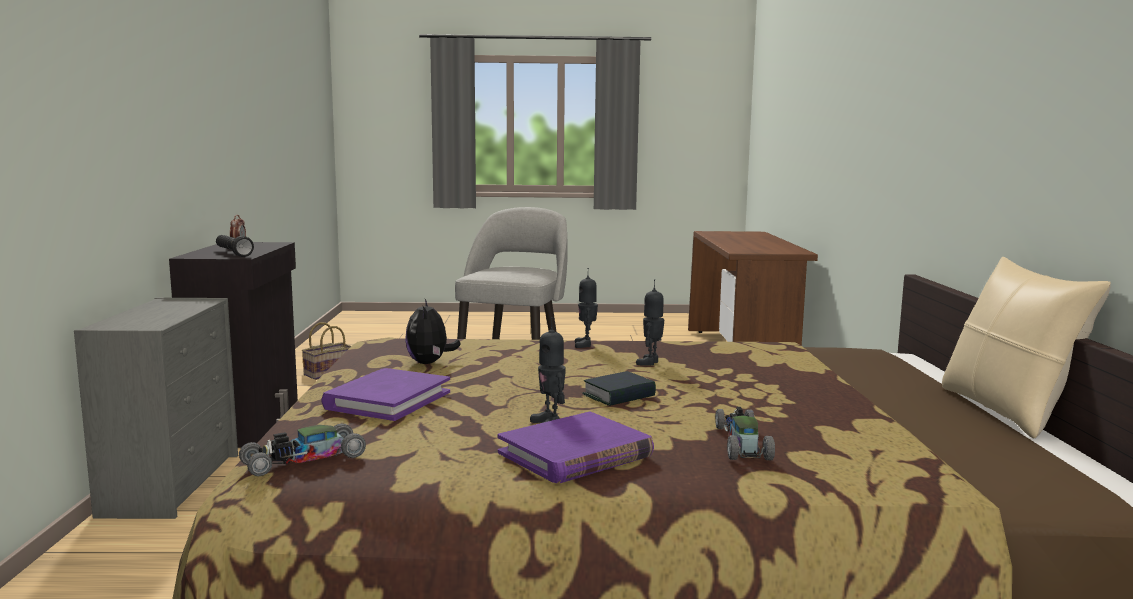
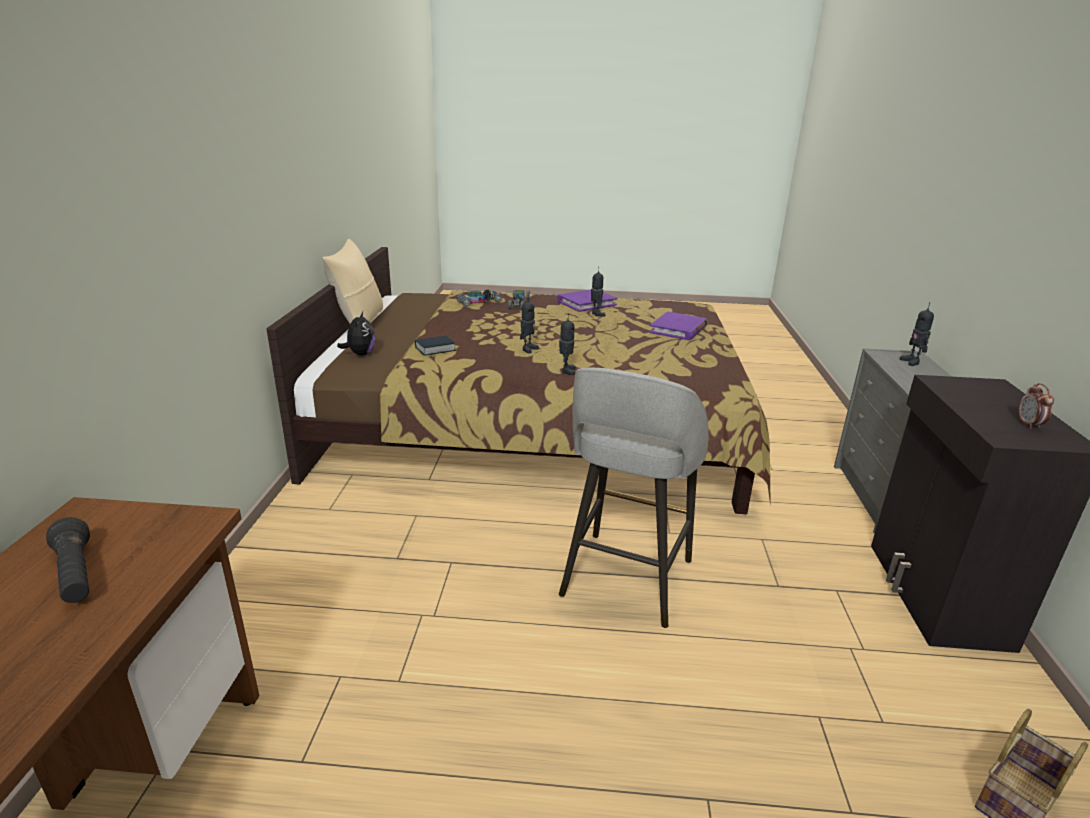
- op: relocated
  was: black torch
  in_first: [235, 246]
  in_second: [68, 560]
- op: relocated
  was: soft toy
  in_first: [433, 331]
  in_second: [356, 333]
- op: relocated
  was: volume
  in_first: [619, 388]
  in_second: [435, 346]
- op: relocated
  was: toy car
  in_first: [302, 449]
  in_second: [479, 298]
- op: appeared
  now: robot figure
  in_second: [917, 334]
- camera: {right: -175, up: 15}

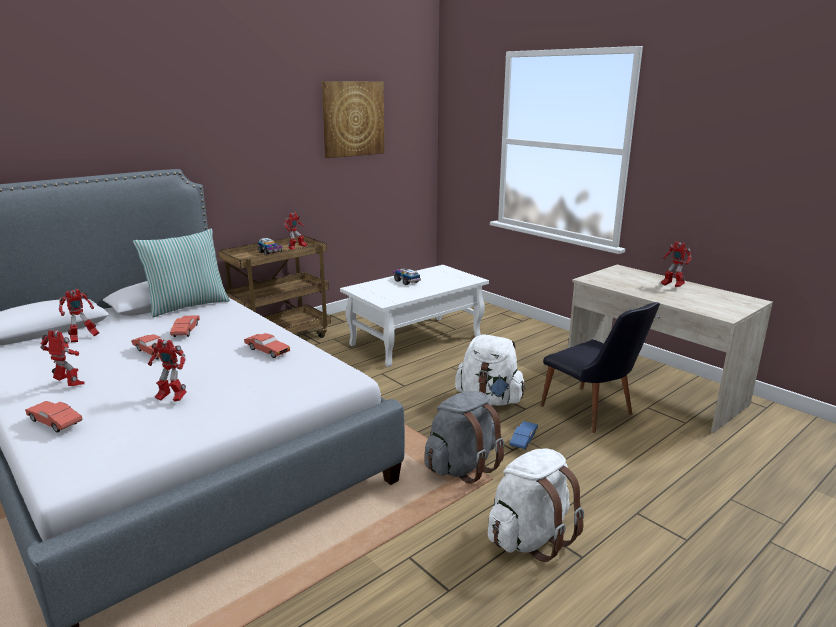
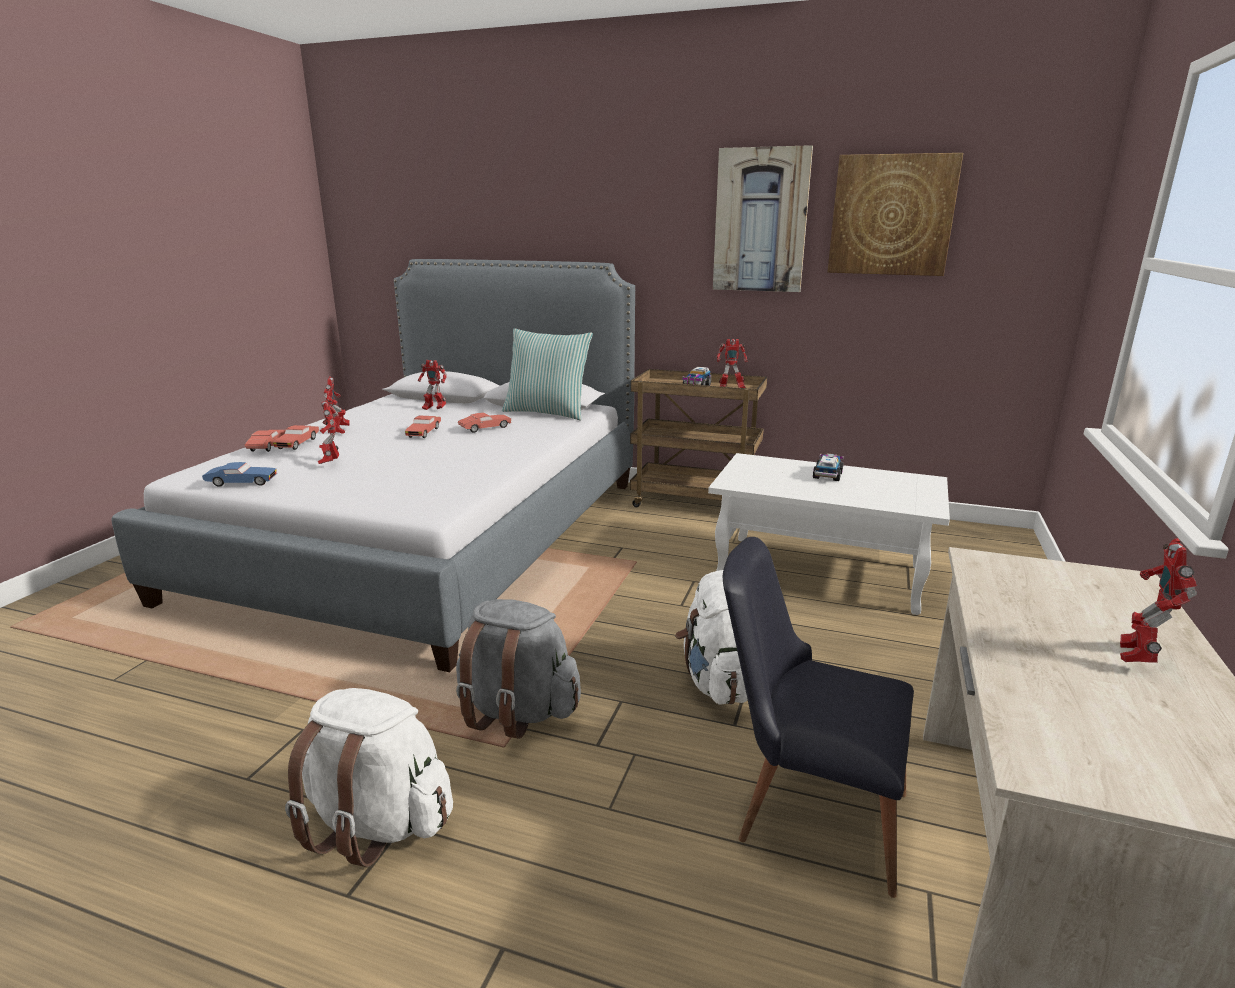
- op: relocated
  was: blue-coloured toy car
  in_first: [524, 435]
  in_second: [239, 474]
- op: relocated
  was: red-coloured toy car
  in_first: [267, 345]
  in_second: [296, 437]
- op: appeared
  now: wall art
  in_second: [763, 218]
- op: spun
  was: black upright chair
  in_first: [600, 367]
  in_second: [818, 717]
  clockwise: 90
- camera: {right: 60, up: 0}

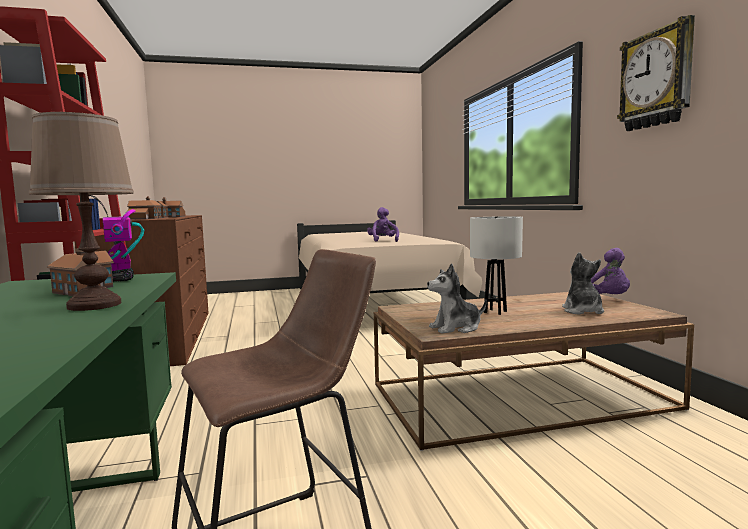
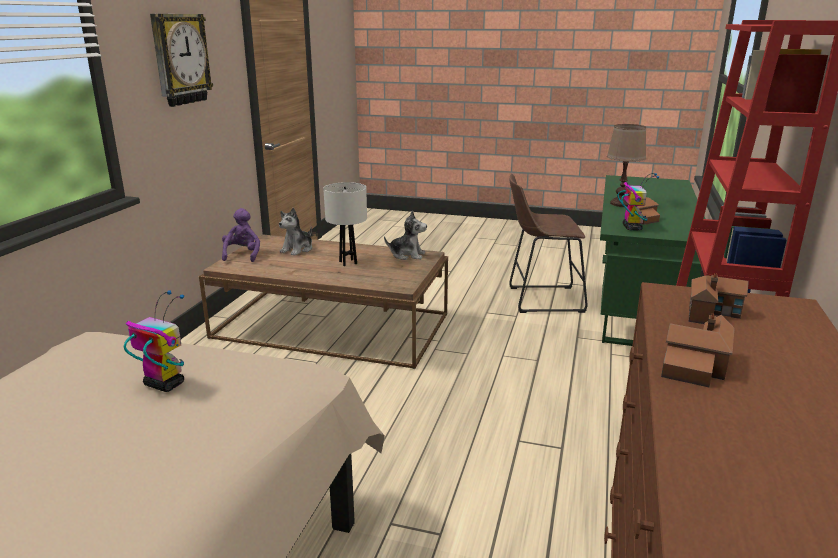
- op: exchanged
  was: purple-coloured soft toy
  now: robot figure
  in_first: [383, 224]
  in_second: [154, 341]
- camera: {right: -150, up: 15}

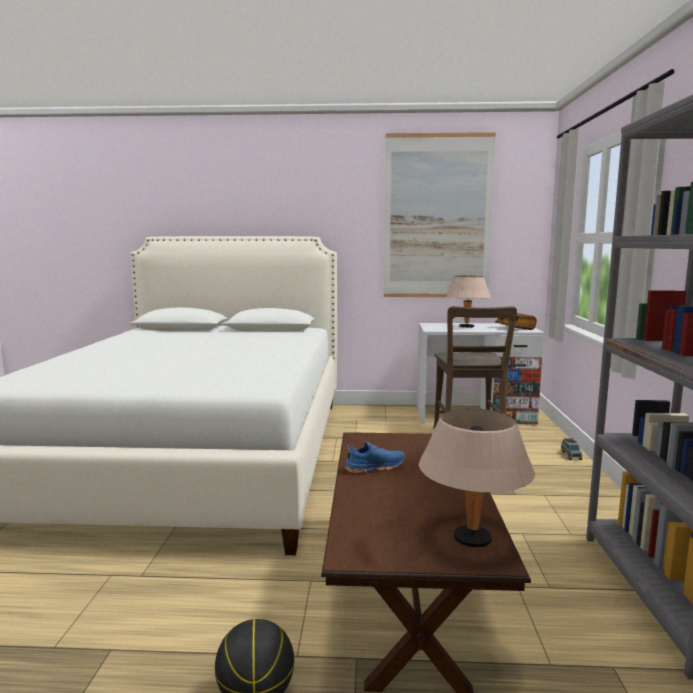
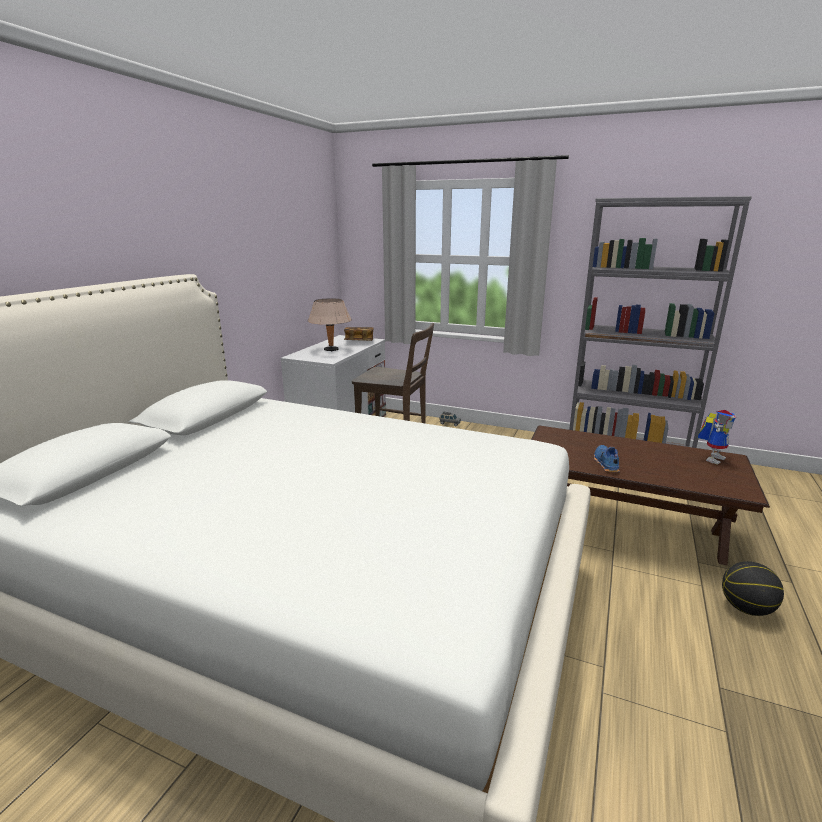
- op: exchanged
  was: sand-coloured table lamp
  now: robot figure
  in_first: [477, 477]
  in_second: [717, 437]
- op: missing
  was: wall art
  in_first: [440, 214]
- camera: {right: -70, up: 10}

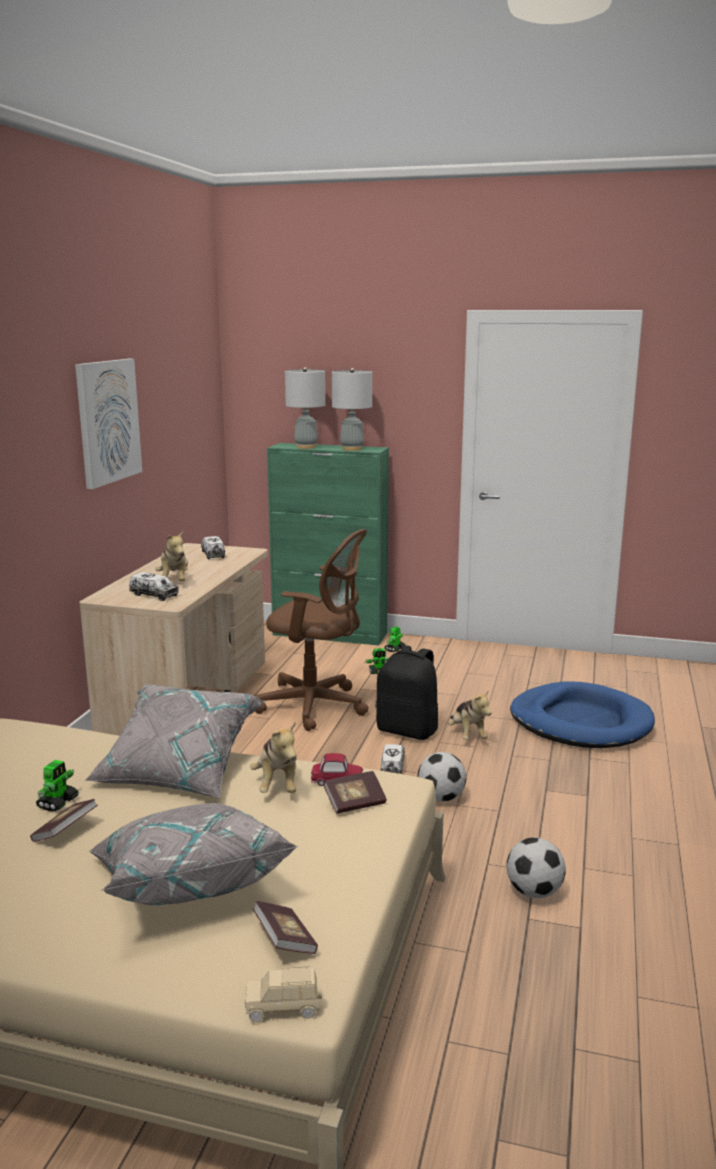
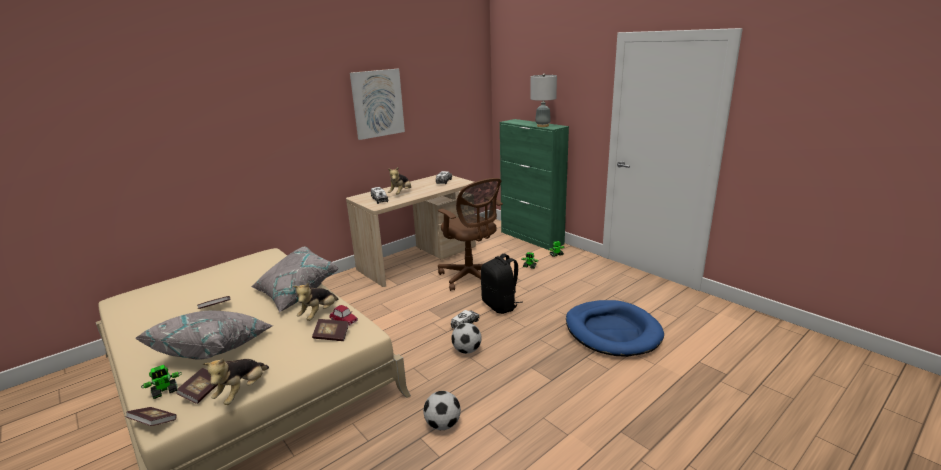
- op: exchanged
  was: sand-coloured toy car
  now: volume
  in_first: [283, 994]
  in_second: [150, 416]
- op: relocated
  was: robot figure
  in_first: [57, 785]
  in_second: [161, 382]
- op: relocated
  was: soft toy
  in_first: [470, 714]
  in_second: [236, 381]
- op: missing
  was: greyish table lamp
  in_first: [305, 408]
- camera: {right: 35, up: 5}

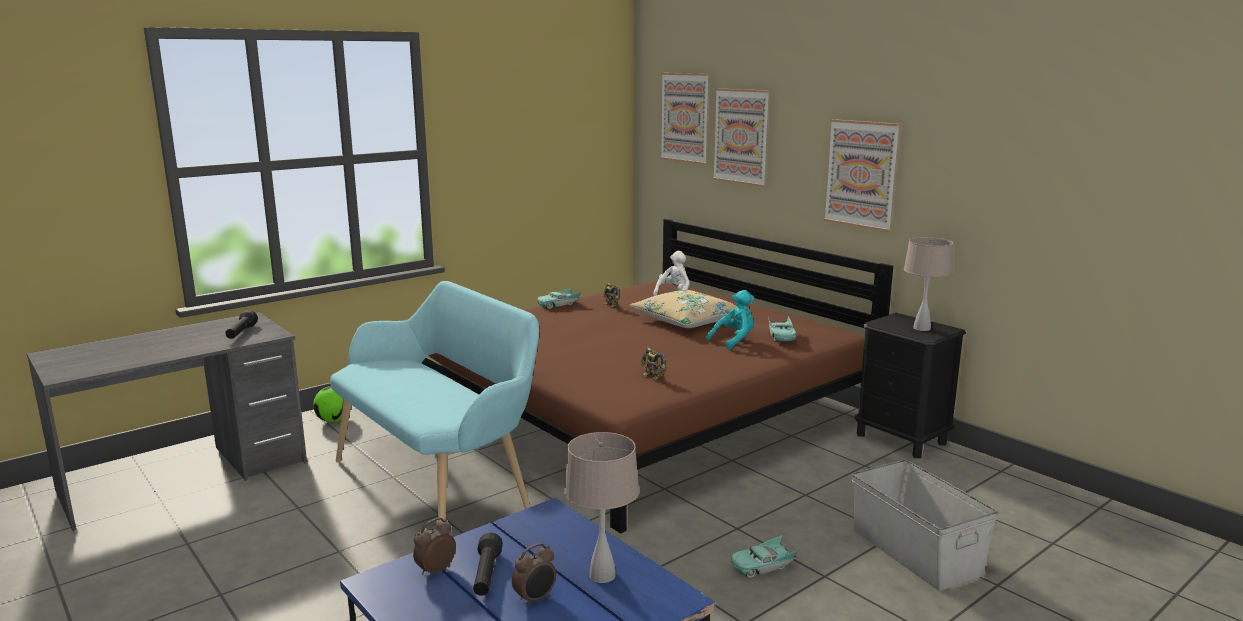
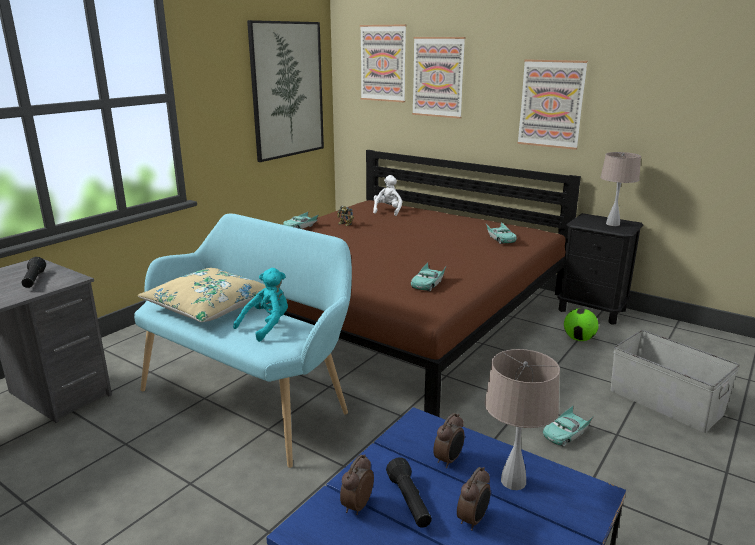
- op: relocated
  was: sand-coloured cushion
  in_first: [683, 309]
  in_second: [202, 295]
- op: relocated
  was: turquoise soft toy
  in_first: [730, 320]
  in_second: [260, 305]
- op: appeared
  now: wall art
  in_second: [285, 91]
- op: exchanged
  was: robot figure
  now: turquoise toy car
  in_first: [654, 363]
  in_second: [429, 276]
- op: appeared
  now: alarm clock
  in_second: [448, 440]
- op: relocated
  was: football ball
  in_first: [332, 404]
  in_second: [581, 324]
- camera: {right: -15, up: 5}

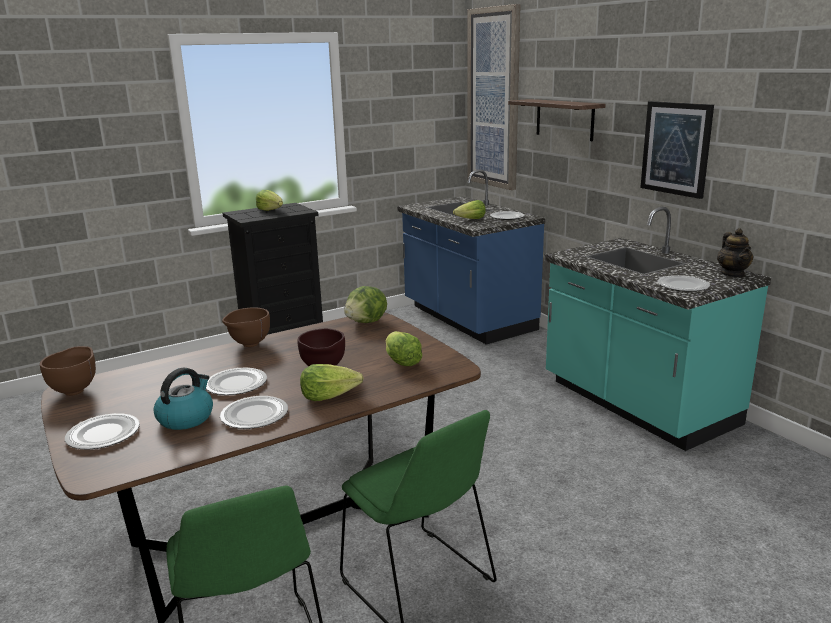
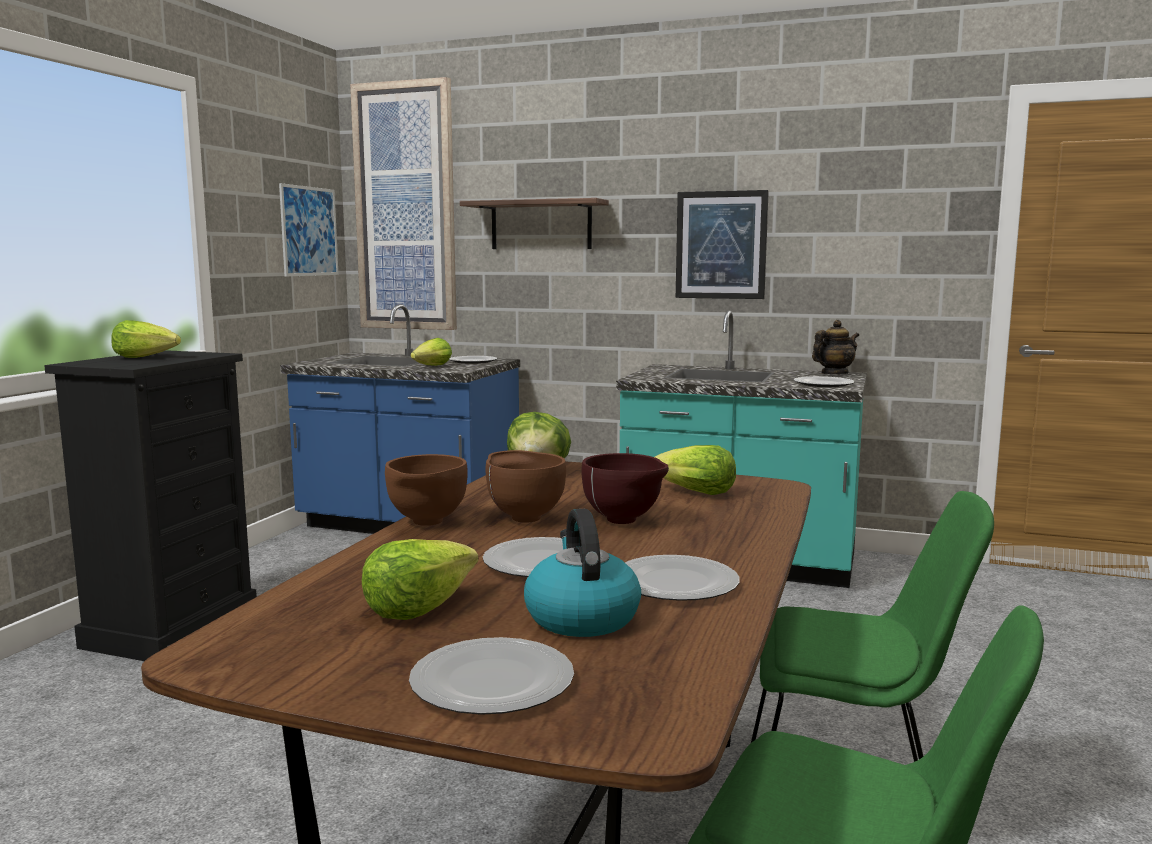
- op: appeared
  now: wall art
  in_second: [309, 230]
- op: relocated
  was: lettuce
  in_first: [332, 382]
  in_second: [420, 579]
- op: relocated
  was: brown-coloured serving bowl
  in_first: [68, 371]
  in_second: [525, 486]
- op: spun
  was: pot for tea
  in_first: [735, 252]
  in_second: [835, 347]
  clockwise: -75
- camera: {right: -40, up: -10}

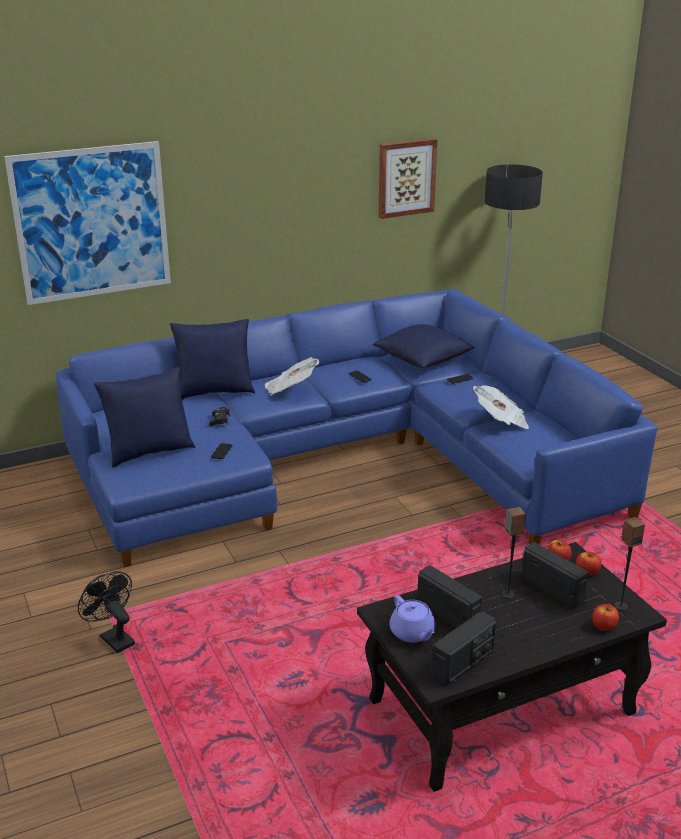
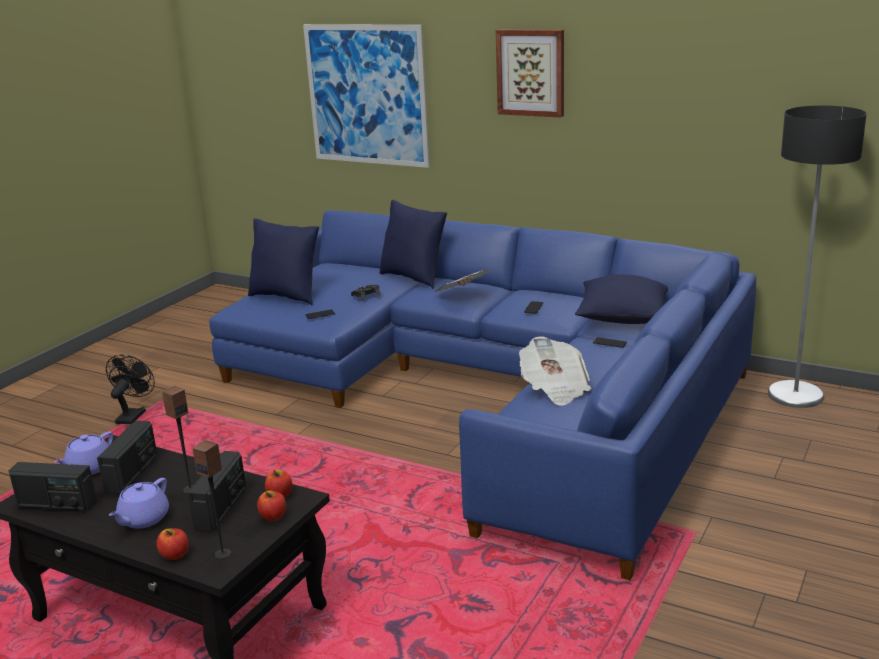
- op: appeared
  now: purple-coloured pot for tea
  in_second: [139, 503]
- op: relocated
  was: wall art
  in_first: [407, 178]
  in_second: [530, 73]
- camera: {right: 55, up: -5}

